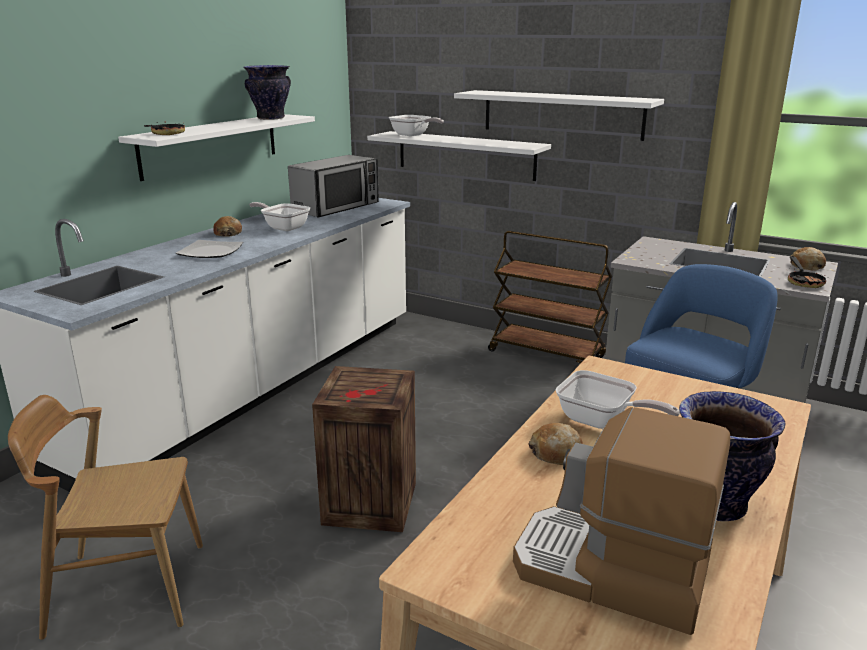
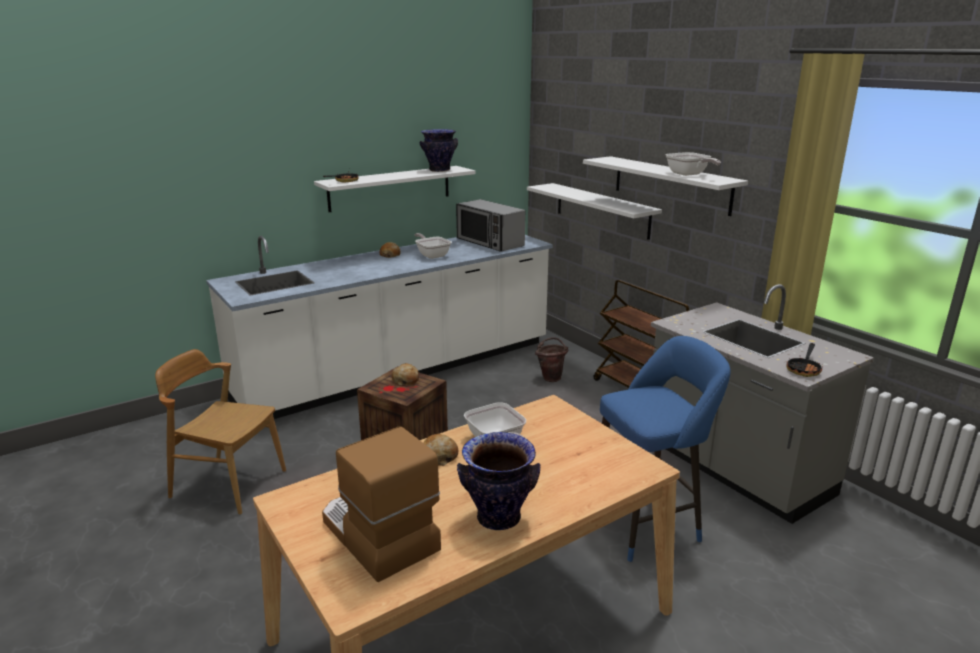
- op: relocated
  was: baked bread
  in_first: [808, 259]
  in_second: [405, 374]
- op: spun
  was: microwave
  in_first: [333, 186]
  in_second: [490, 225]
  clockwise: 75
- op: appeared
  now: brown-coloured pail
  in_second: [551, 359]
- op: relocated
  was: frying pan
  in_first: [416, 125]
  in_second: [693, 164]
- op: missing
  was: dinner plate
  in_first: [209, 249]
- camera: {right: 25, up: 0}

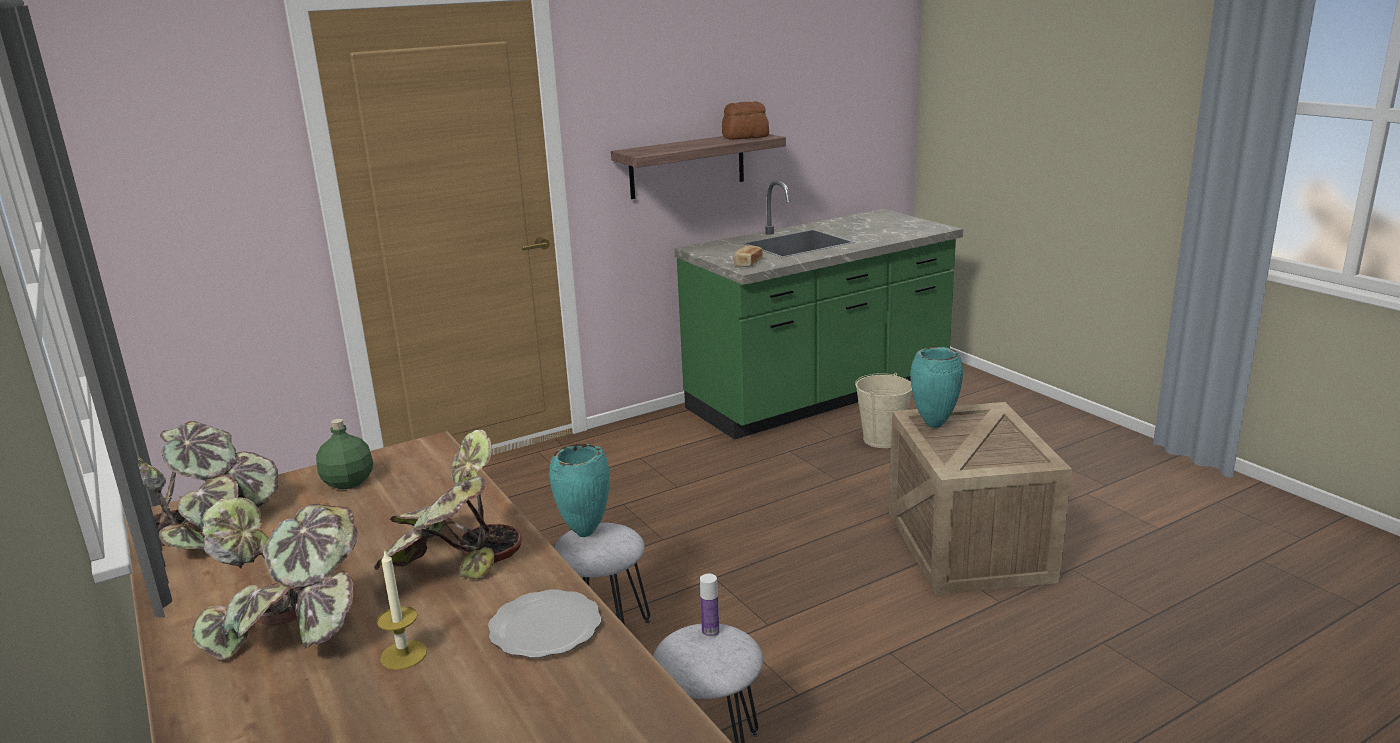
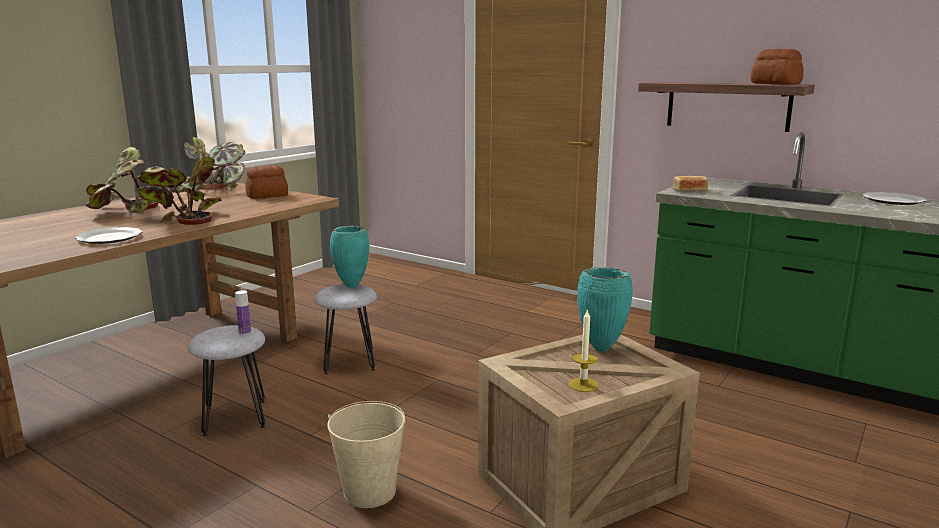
- op: exchanged
  was: green drink bottle
  now: baked bread
  in_first: [344, 454]
  in_second: [266, 182]
- op: relocated
  was: sand-coloured pail
  in_first: [883, 410]
  in_second: [366, 454]
- op: relocated
  was: wax light
  in_first: [402, 610]
  in_second: [583, 350]
- op: appeared
  now: dinner plate
  in_second: [894, 198]
- camera: {right: 65, up: -5}

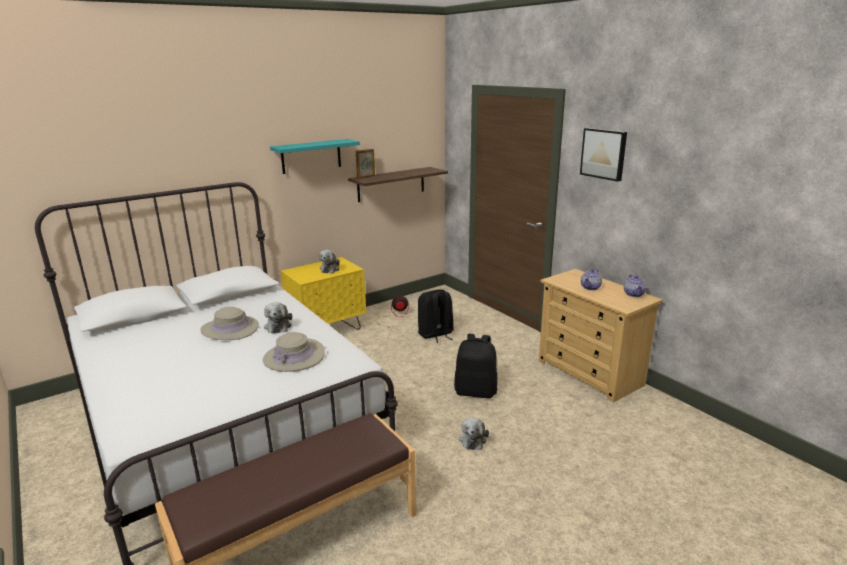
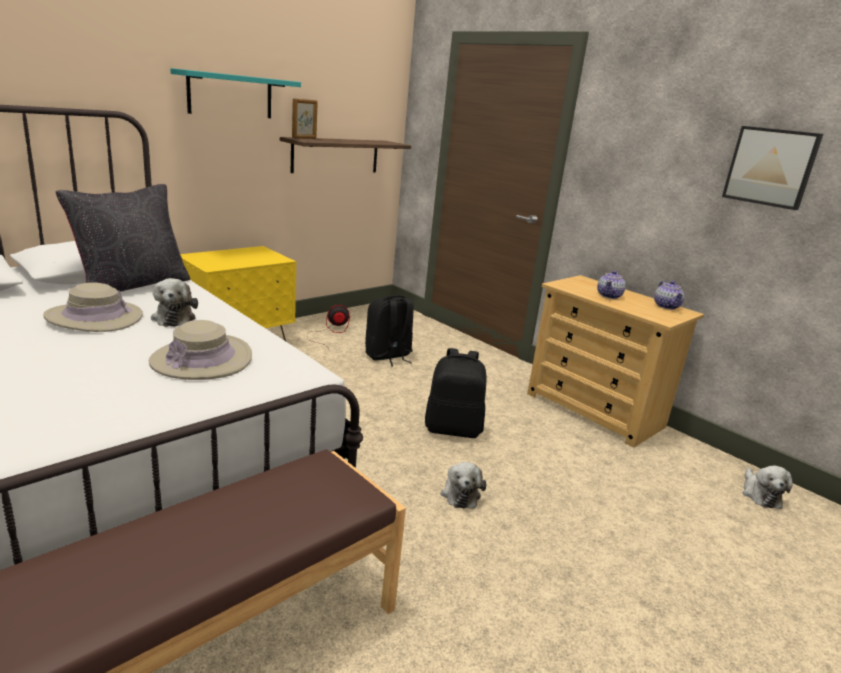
- op: appeared
  now: black cushion
  in_second: [123, 238]
- op: relocated
  was: wall art
  in_first: [603, 155]
  in_second: [772, 168]
- op: relocated
  was: soft toy
  in_first: [329, 261]
  in_second: [767, 487]
- camera: {right: -10, up: 0}

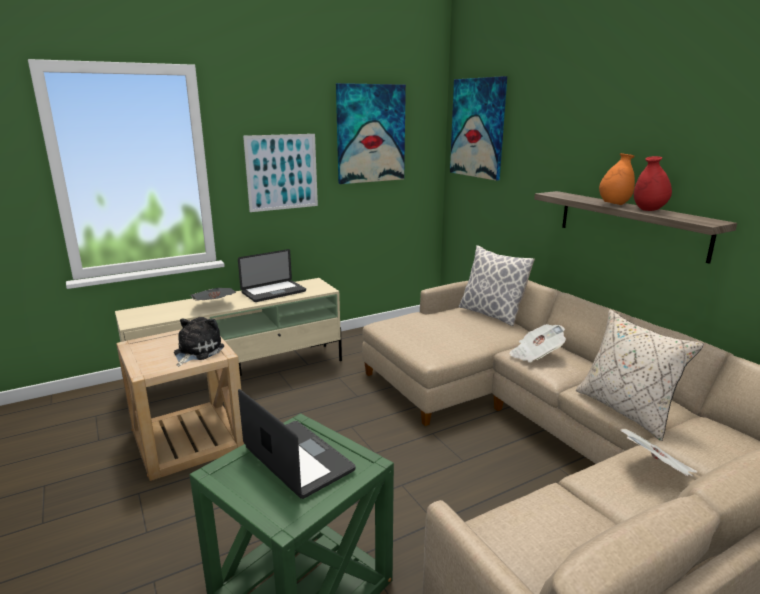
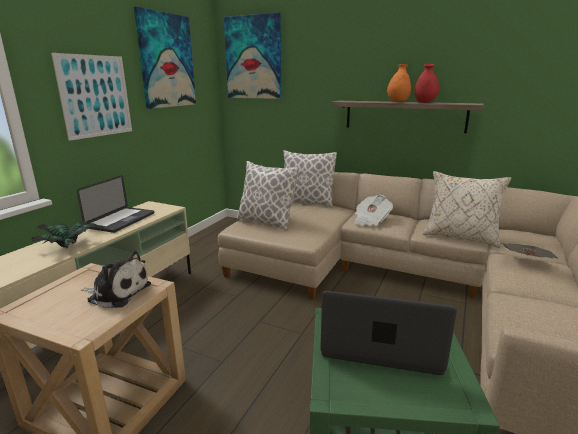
- op: exchanged
  was: newspaper
  now: plant in a pot
  in_first: [213, 294]
  in_second: [64, 235]
- op: spun
  was: soft toy
  in_first: [199, 341]
  in_second: [116, 279]
  clockwise: 120
- op: appeared
  now: cushion
  in_second: [267, 195]
- camera: {right: -35, up: 0}

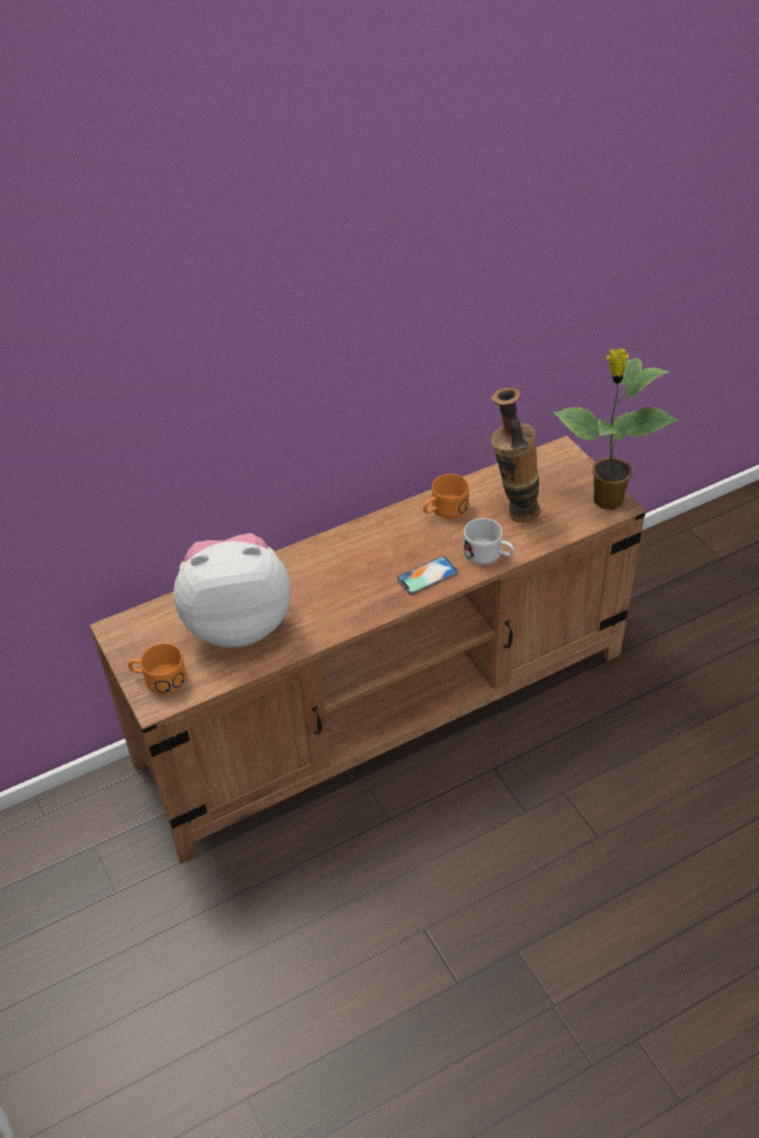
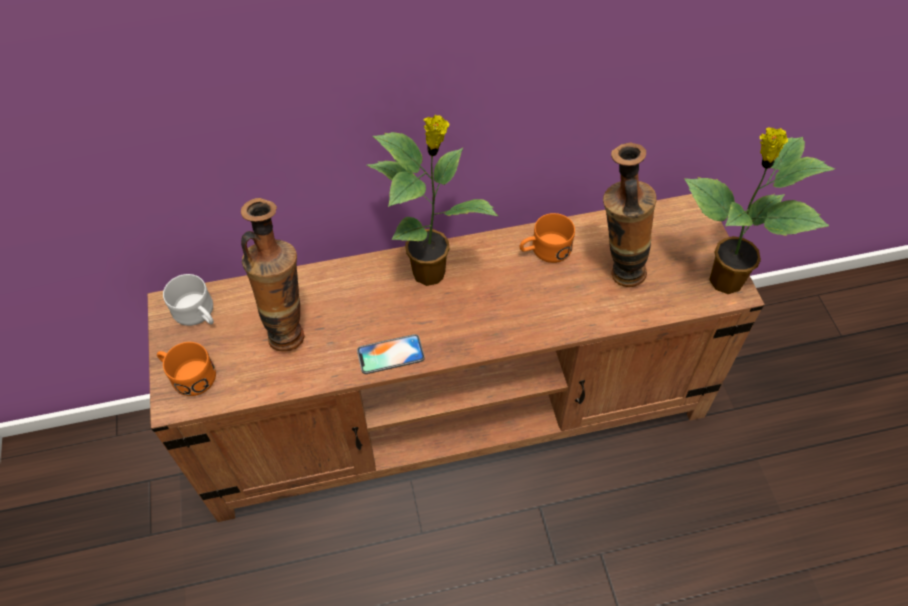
- op: relocated
  was: white tea mug
  in_first: [489, 541]
  in_second: [188, 300]
- op: exchanged
  was: soft toy
  now: vase
  in_first: [232, 590]
  in_second: [272, 275]
- op: relocated
  was: handset
  in_first: [427, 575]
  in_second: [391, 354]
- op: appeared
  now: plant in a pot
  in_second: [432, 200]
- camera: {right: 15, up: 10}

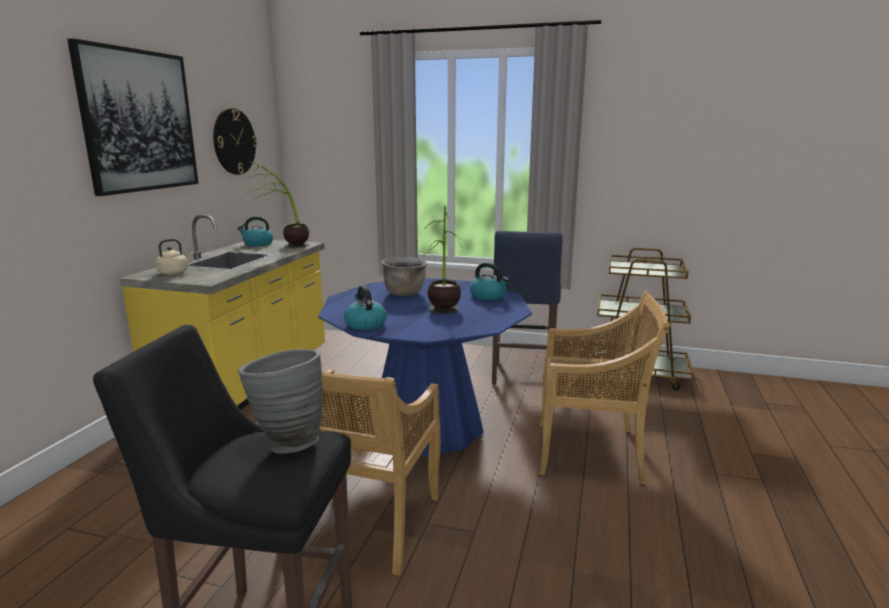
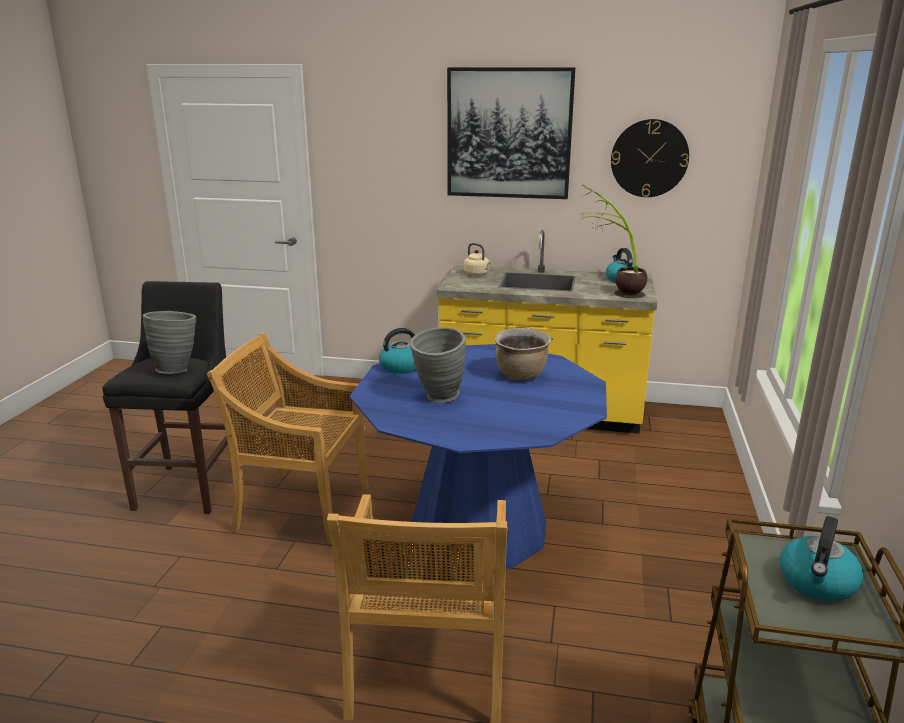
- op: exchanged
  was: plant in a pot
  now: greyish vase
  in_first: [441, 259]
  in_second: [438, 365]
- op: relocated
  was: tea kettle
  in_first: [489, 281]
  in_second: [821, 558]
- op: missing
  was: blue-coloured sitting stool
  in_first: [527, 307]
- camera: {right: 85, up: 5}

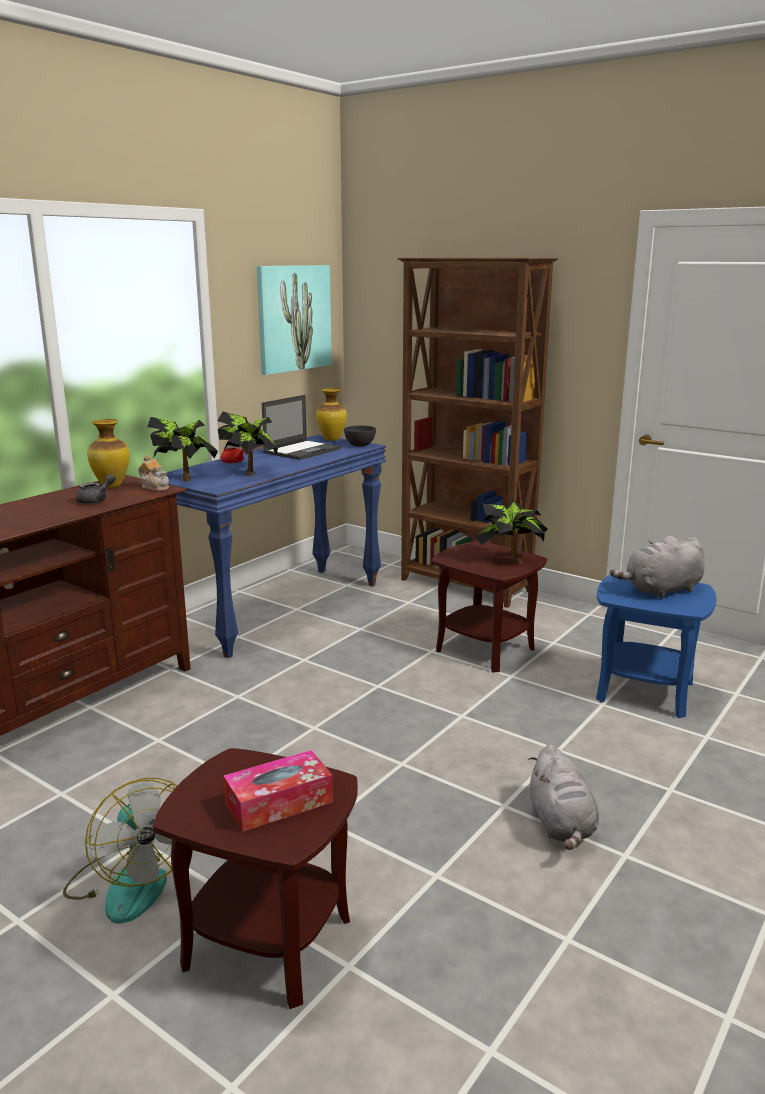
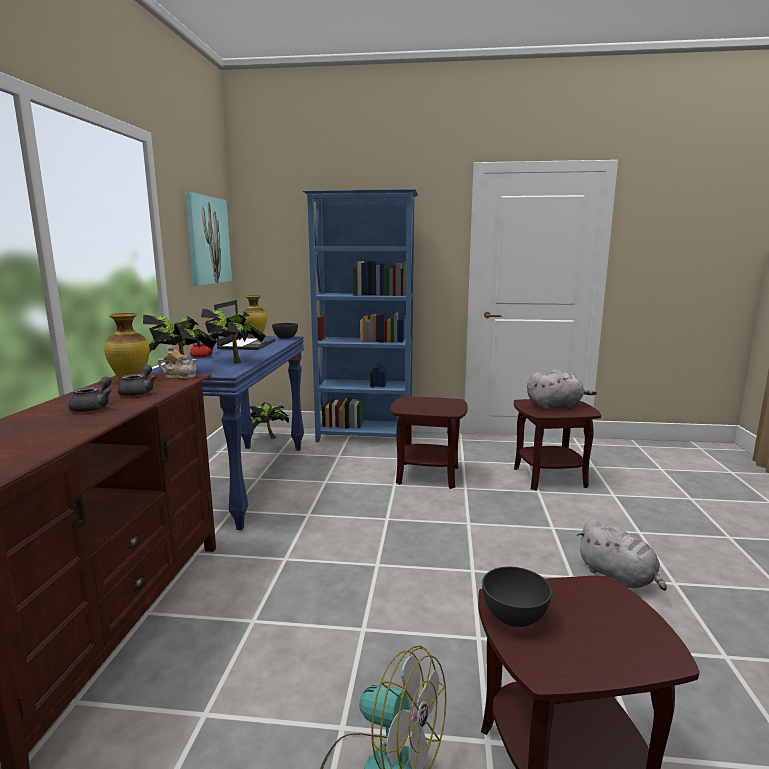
- op: appeared
  now: greyish pot for tea
  in_second: [90, 394]
- op: relocated
  was: plant in a pot
  in_first: [512, 532]
  in_second: [269, 420]
- op: colour
  was: brown-coloured bookcase
  now: blue-coloured bookcase
  in_first: [477, 433]
  in_second: [360, 315]
- op: appeared
  now: greyish serving bowl
  in_second: [517, 597]
- op: colour
  was: blue-coloured end table
  now: brown-coloured end table
  in_first: [656, 646]
  in_second: [557, 445]
- op: spun
  was: greyish soft toy
  in_first: [657, 567]
  in_second: [562, 389]
  clockwise: -135
- op: missing
  was: tissue box
  in_first: [278, 791]
- camera: {right: -30, up: -5}

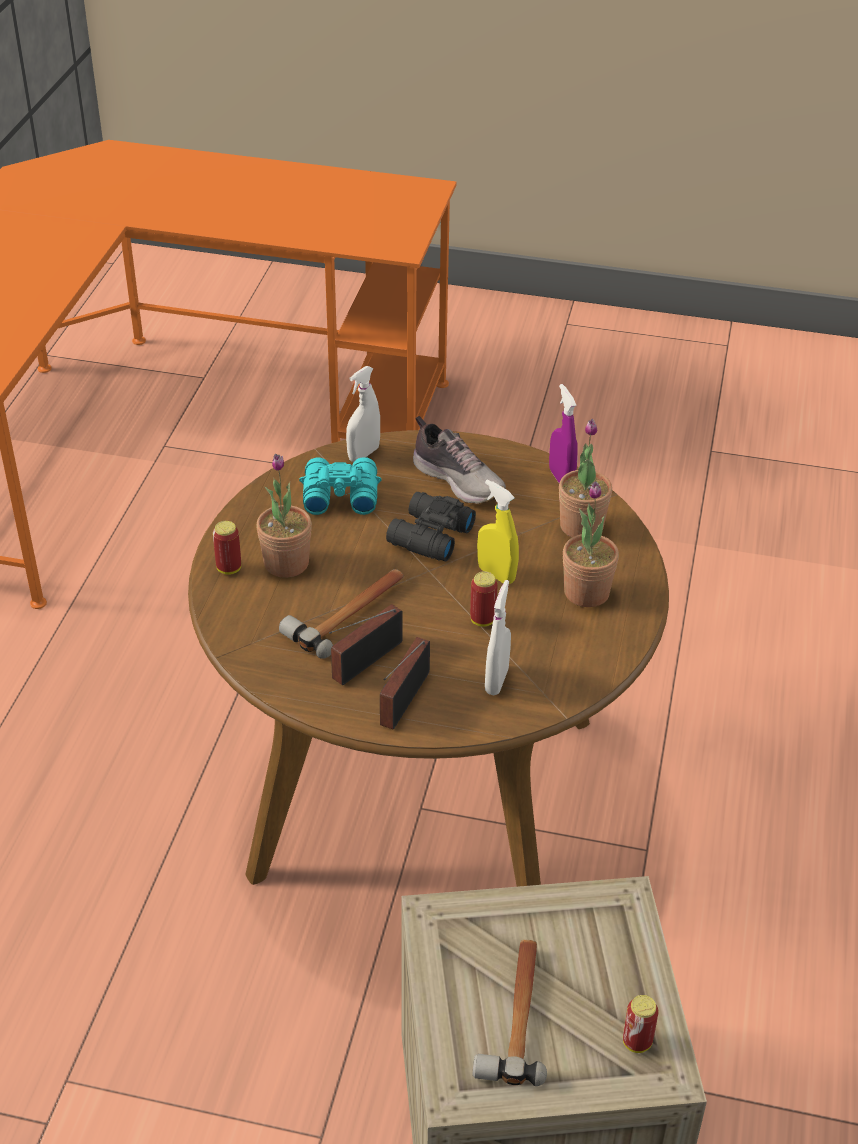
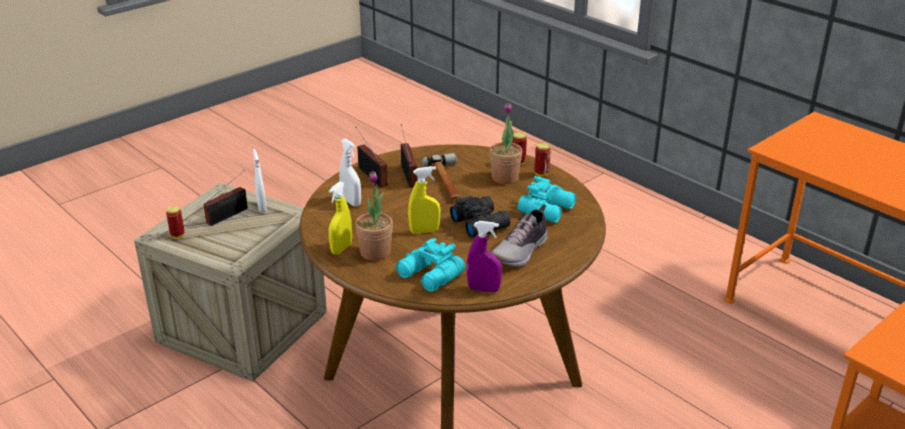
- op: exchanged
  was: hammer
  now: radio set
  in_first: [510, 1013]
  in_second: [226, 198]
- op: relocated
  was: white sprayer
  in_first: [363, 414]
  in_second: [260, 180]
- op: appeared
  now: yellowish sprayer
  in_second: [340, 218]
- op: exchanged
  was: plant in a pot
  now: turquoise pair of binoculars
  in_first: [585, 478]
  in_second: [430, 265]
- op: spun
  was: shoe
  in_first: [459, 460]
  in_second: [519, 236]
  clockwise: -45
- op: relocated
  was: metal can
  in_first: [484, 599]
  in_second: [542, 160]
- camera: {right: 125, up: -10}

